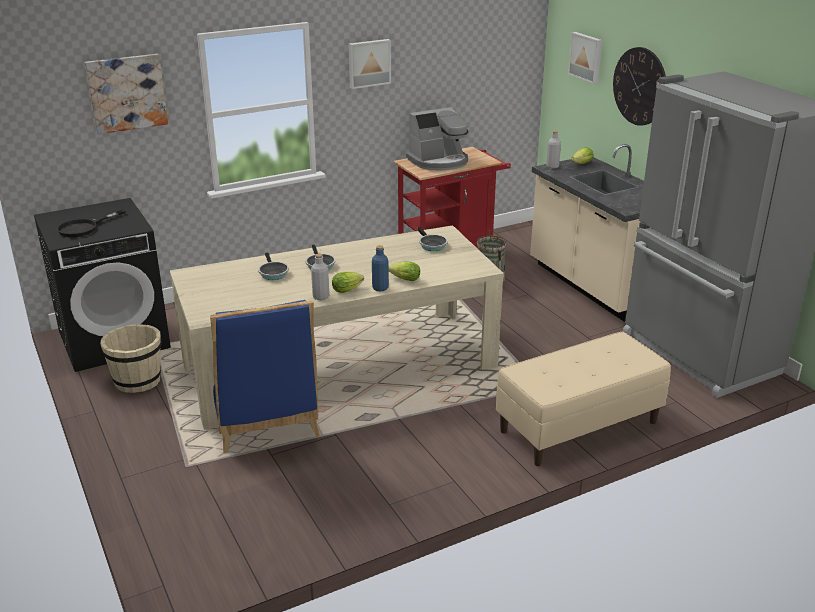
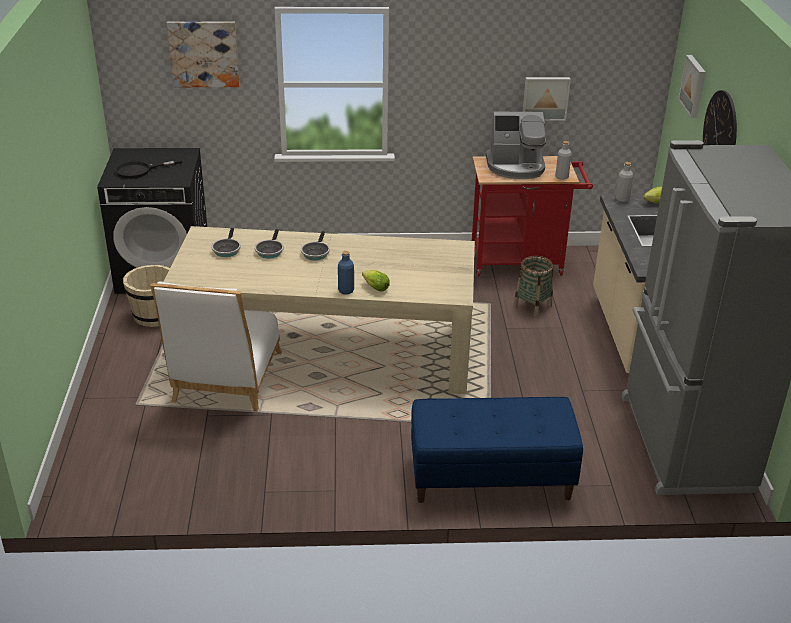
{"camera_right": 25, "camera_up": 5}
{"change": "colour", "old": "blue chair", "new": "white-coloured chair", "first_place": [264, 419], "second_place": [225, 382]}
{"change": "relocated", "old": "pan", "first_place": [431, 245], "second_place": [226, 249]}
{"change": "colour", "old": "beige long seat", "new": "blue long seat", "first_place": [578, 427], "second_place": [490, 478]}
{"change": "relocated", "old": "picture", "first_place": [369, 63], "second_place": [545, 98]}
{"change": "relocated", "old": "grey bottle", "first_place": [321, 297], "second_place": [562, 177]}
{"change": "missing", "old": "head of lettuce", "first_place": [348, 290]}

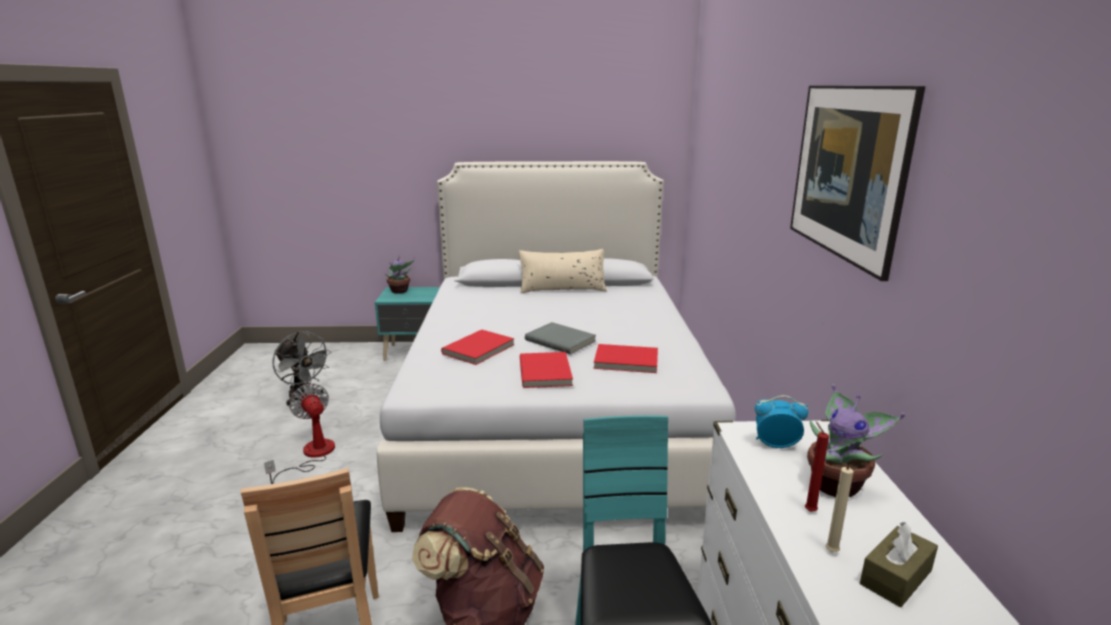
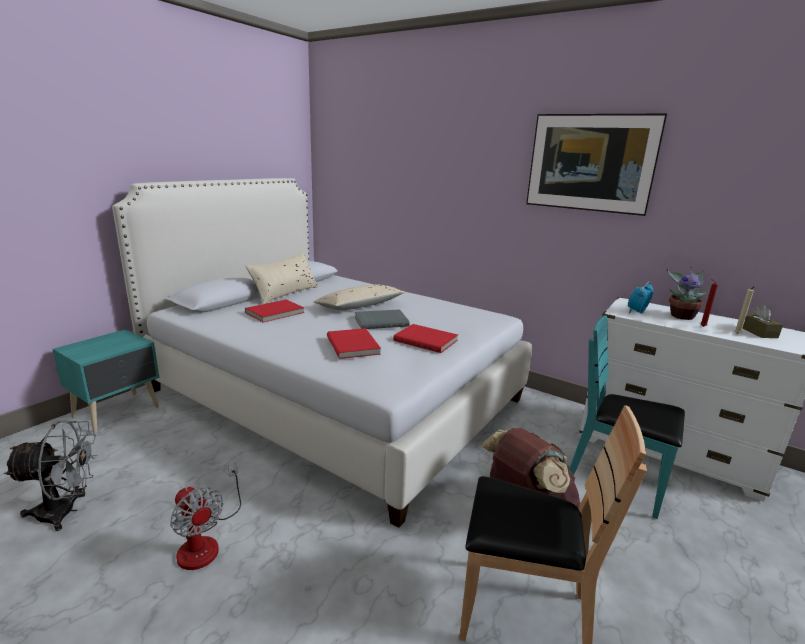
{"camera_right": -55, "camera_up": 0}
{"change": "spun", "old": "electric fan", "first_place": [311, 455], "second_place": [205, 541], "degrees": -135}
{"change": "relocated", "old": "red volume", "first_place": [626, 361], "second_place": [275, 313]}
{"change": "appeared", "new": "beige pillow", "second_place": [360, 306]}
{"change": "missing", "old": "potted plant", "first_place": [400, 291]}

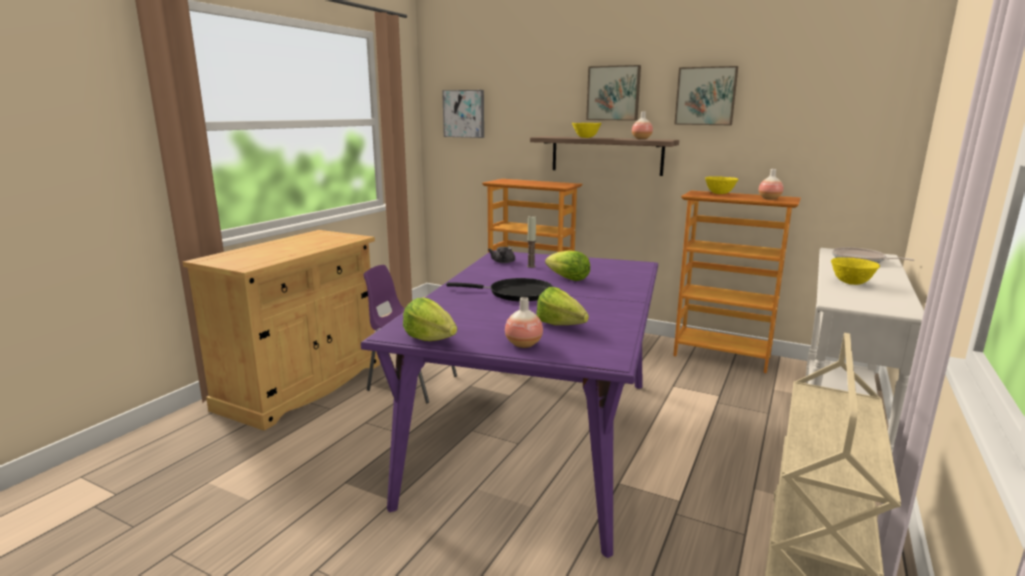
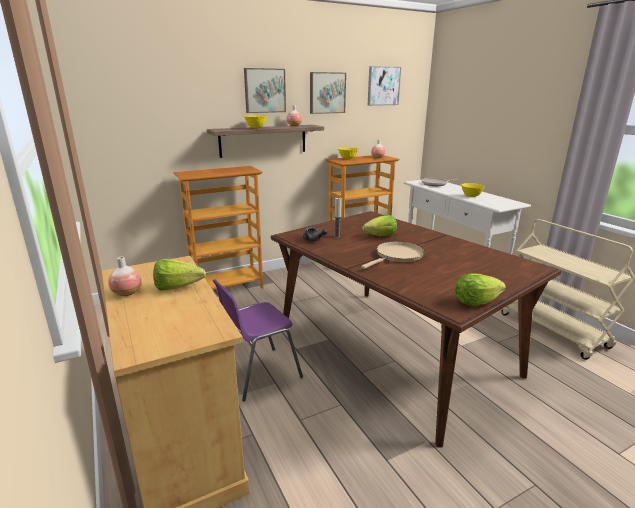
{"camera_right": -55, "camera_up": 5}
{"change": "relocated", "old": "vase", "first_place": [523, 344], "second_place": [127, 293]}
{"change": "relocated", "old": "head of lettuce", "first_place": [563, 327], "second_place": [181, 287]}
{"change": "colour", "old": "purple dining table", "new": "brown-coloured dining table", "first_place": [538, 438], "second_place": [394, 351]}
{"change": "colour", "old": "black-coloured pan", "new": "beige pan", "first_place": [516, 293], "second_place": [397, 256]}
{"change": "relocated", "old": "picture", "first_place": [464, 113], "second_place": [383, 86]}

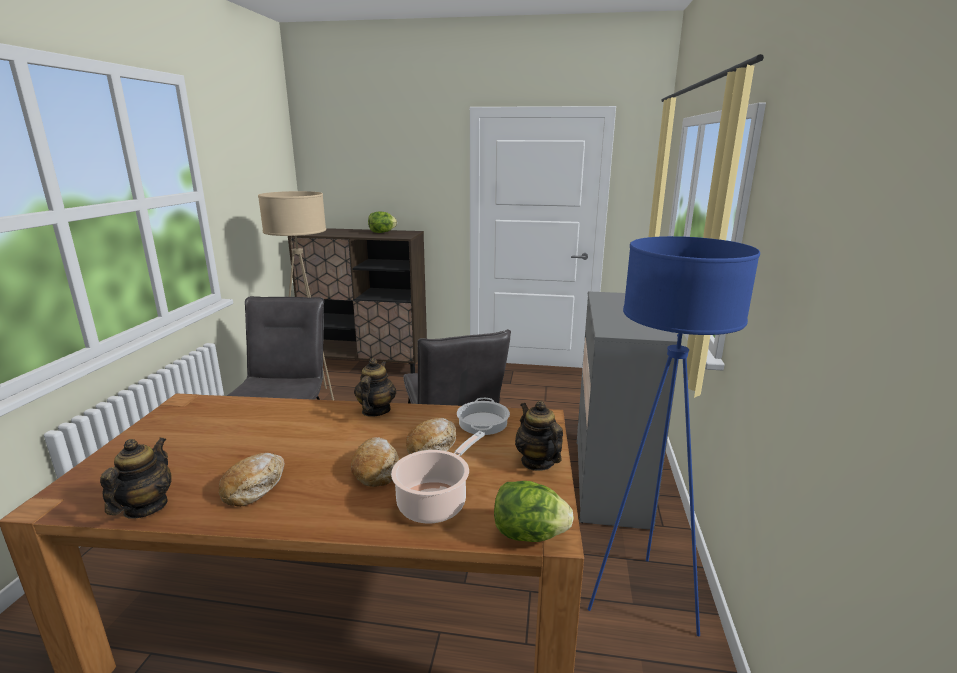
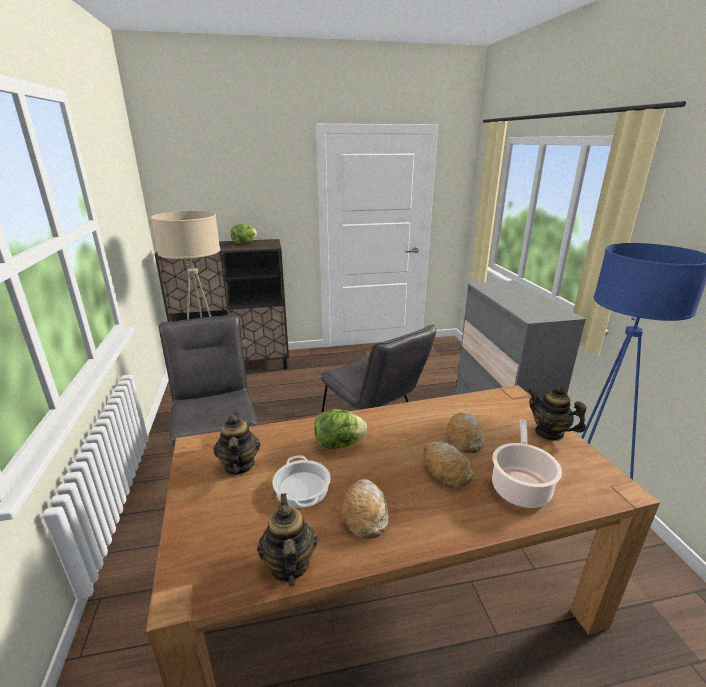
{"camera_right": -20, "camera_up": 5}
{"change": "relocated", "old": "teapot", "first_place": [375, 410], "second_place": [239, 465]}
{"change": "relocated", "old": "stockpot", "first_place": [483, 423], "second_place": [302, 488]}
{"change": "relocated", "old": "head of lettuce", "first_place": [529, 534], "second_place": [338, 444]}

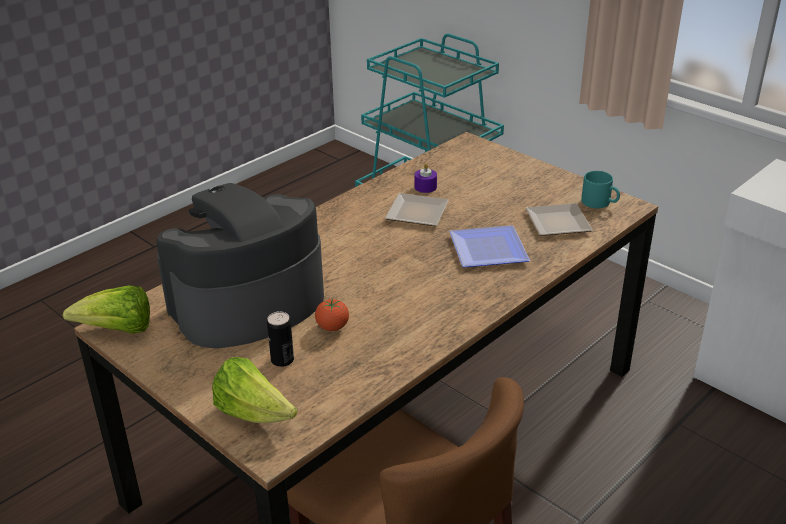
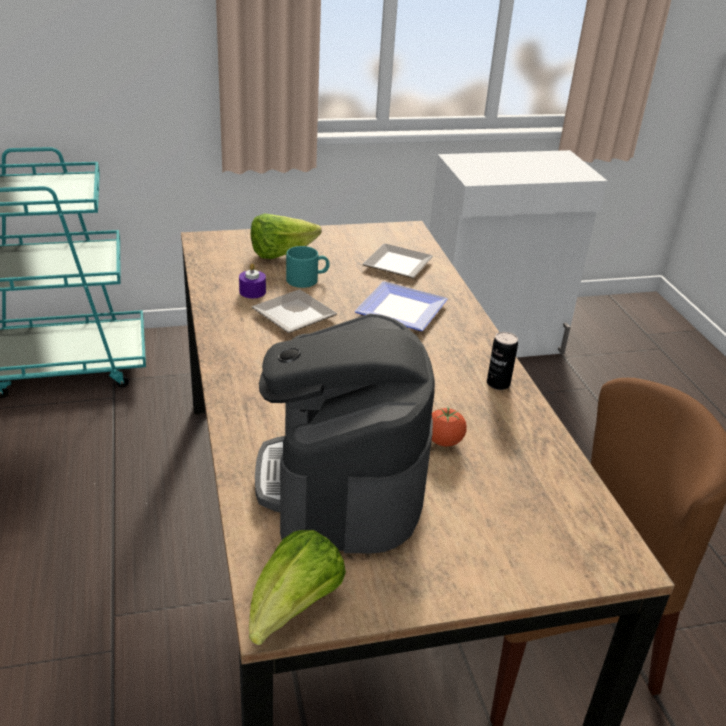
{"camera_right": -60, "camera_up": 0}
{"change": "relocated", "old": "head of lettuce", "first_place": [253, 413], "second_place": [281, 254]}
{"change": "relocated", "old": "turquoise tea mug", "first_place": [600, 203], "second_place": [307, 279]}
{"change": "relocated", "old": "can", "first_place": [282, 360], "second_place": [498, 384]}

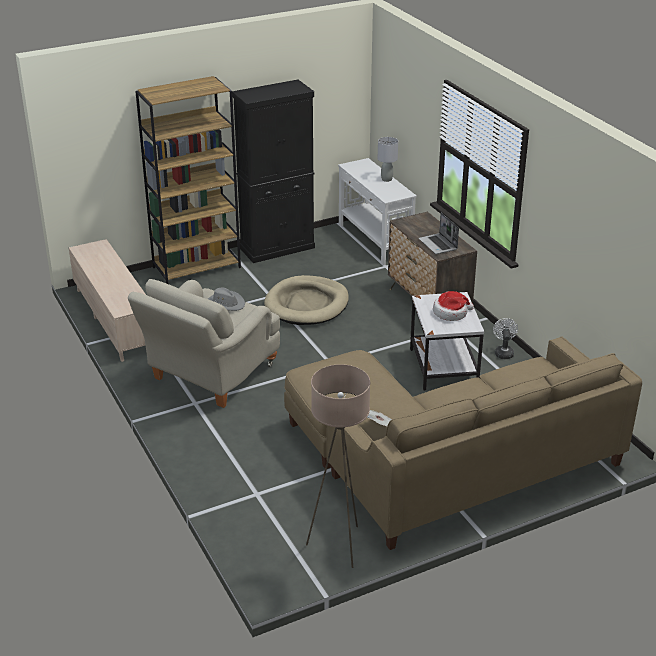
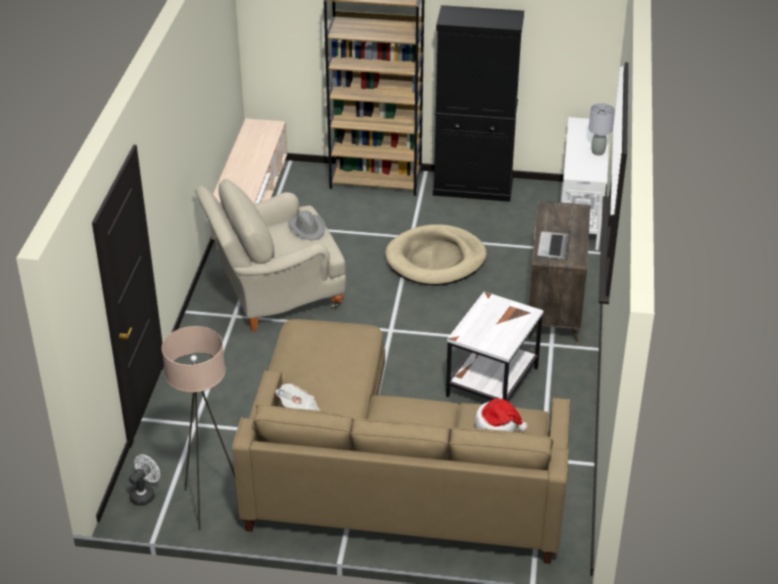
{"camera_right": 35, "camera_up": 5}
{"change": "relocated", "old": "white-coloured electric fan", "first_place": [503, 352], "second_place": [145, 494]}
{"change": "relocated", "old": "clothing hat", "first_place": [451, 313], "second_place": [497, 425]}

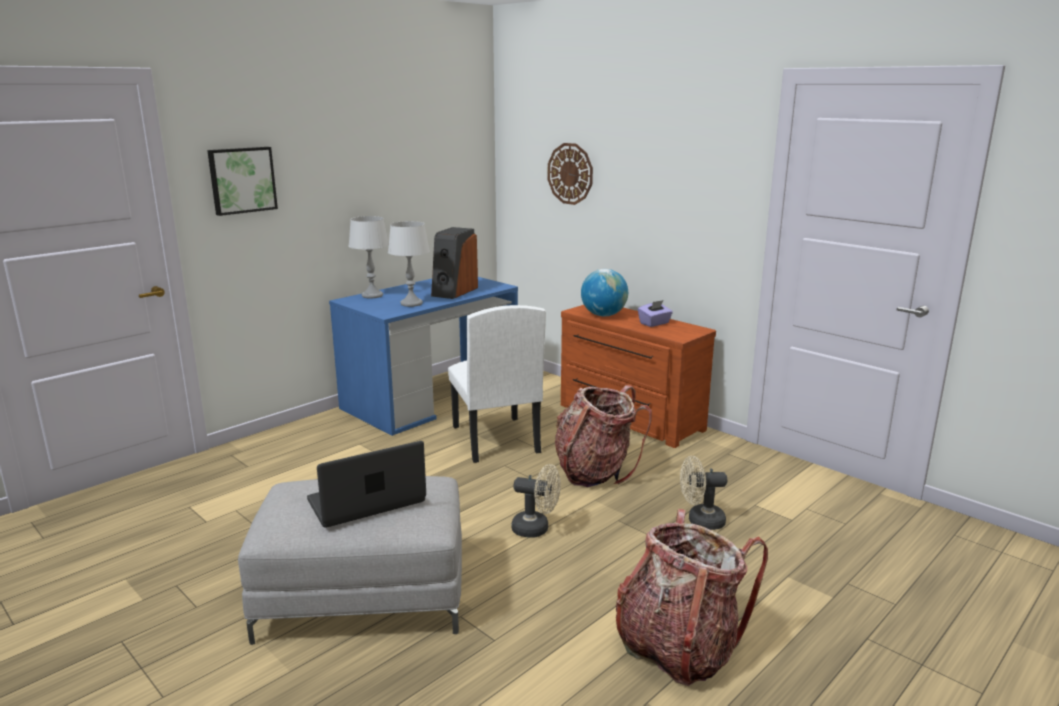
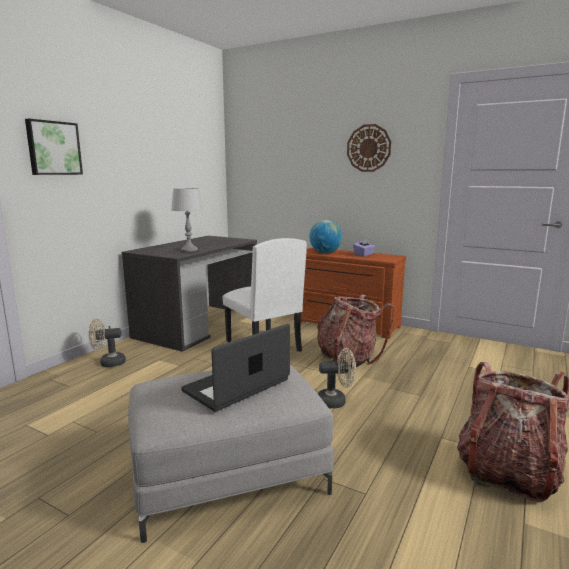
{"camera_right": -15, "camera_up": -5}
{"change": "relocated", "old": "beige electric fan", "first_place": [700, 521], "second_place": [108, 363]}
{"change": "colour", "old": "blue desk table", "new": "grey desk table", "first_place": [431, 398], "second_place": [198, 325]}
{"change": "relocated", "old": "hanging clock", "first_place": [570, 173], "second_place": [368, 148]}
{"change": "missing", "old": "grey tabletop lamp", "first_place": [372, 295]}
{"change": "missing", "old": "loudspeaker", "first_place": [454, 291]}

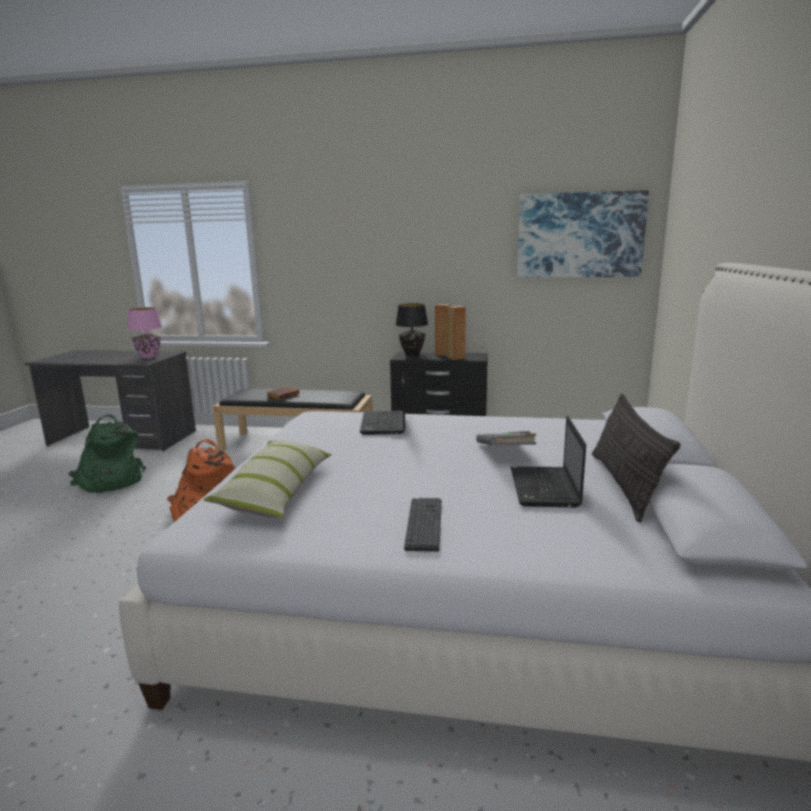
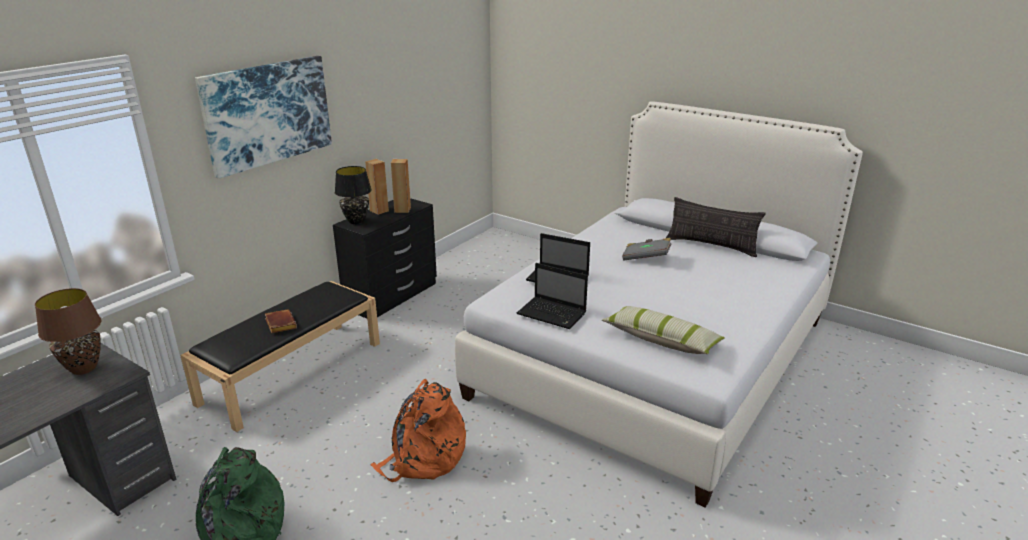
{"camera_right": -65, "camera_up": 10}
{"change": "colour", "old": "pink-coloured tabletop lamp", "new": "brown-coloured tabletop lamp", "first_place": [149, 357], "second_place": [84, 368]}
{"change": "relocated", "old": "picture", "first_place": [579, 235], "second_place": [268, 113]}
{"change": "relocated", "old": "notebook computer", "first_place": [545, 488], "second_place": [553, 314]}
{"change": "missing", "old": "keyboard", "first_place": [424, 524]}

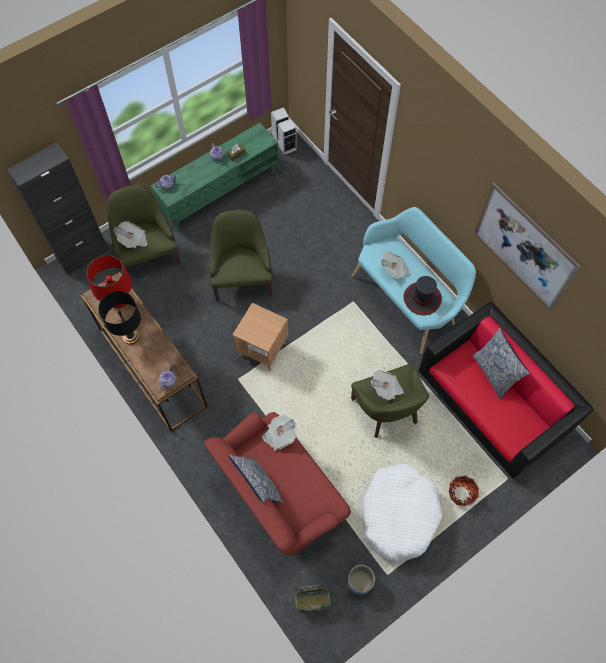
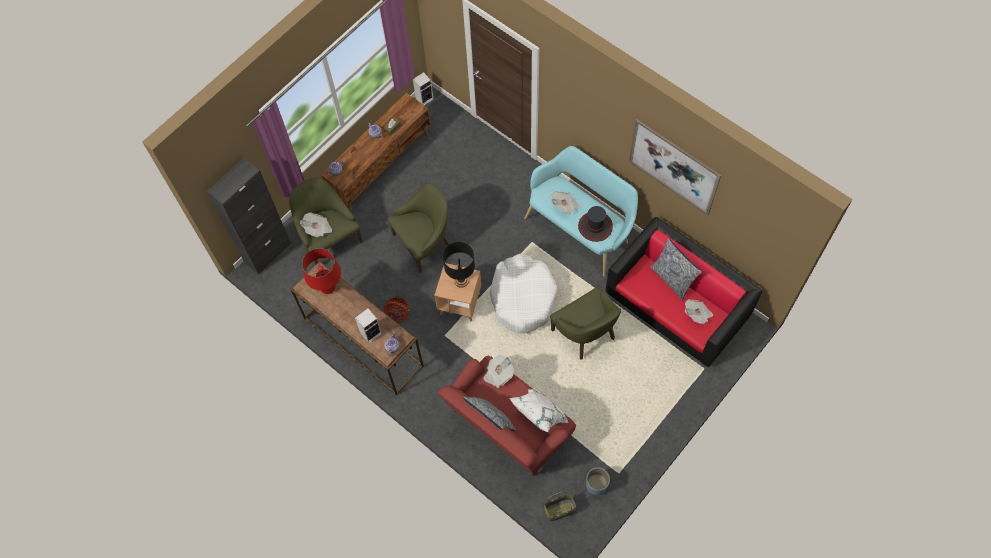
{"camera_right": -10, "camera_up": 0}
{"change": "colour", "old": "greenish tv stand", "new": "brown-coloured tv stand", "first_place": [220, 191], "second_place": [380, 164]}
{"change": "relocated", "old": "loudspeaker", "first_place": [288, 147], "second_place": [371, 332]}
{"change": "relocated", "old": "storage basket", "first_place": [461, 493], "second_place": [397, 312]}
{"change": "spun", "old": "greenish easy chair", "first_place": [242, 278], "second_place": [424, 242], "degrees": 75}
{"change": "relocated", "old": "black-coloured tabletop lamp", "first_place": [131, 337], "second_place": [461, 281]}
{"change": "relocated", "old": "white-coloured dog bed", "first_place": [398, 514], "second_place": [522, 298]}
{"change": "appeared", "new": "white-coloured pillow", "second_place": [539, 416]}
{"change": "relocated", "old": "newspaper", "first_place": [386, 388], "second_place": [697, 314]}

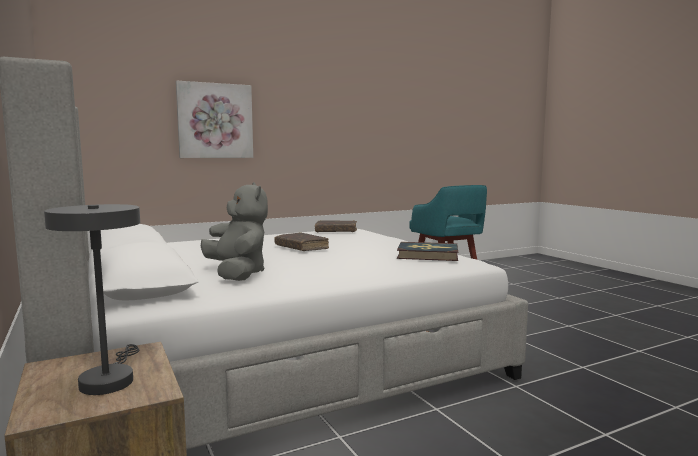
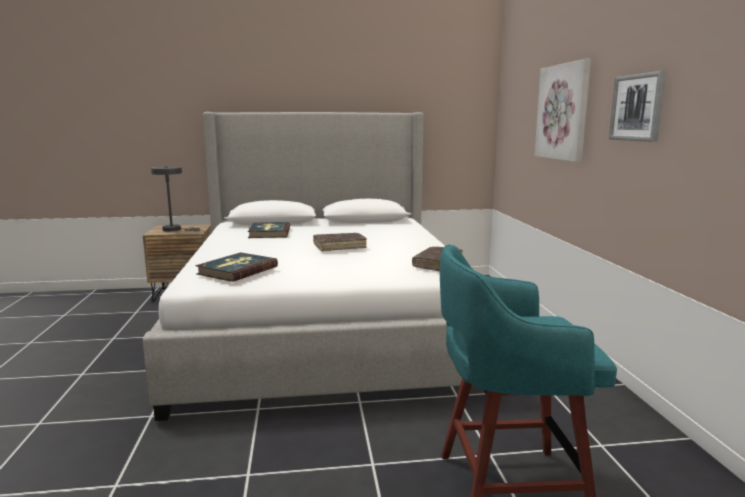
{"camera_right": 110, "camera_up": 5}
{"change": "exchanged", "old": "grey soft toy", "new": "volume", "first_place": [237, 274], "second_place": [269, 233]}
{"change": "appeared", "new": "picture", "second_place": [637, 107]}

